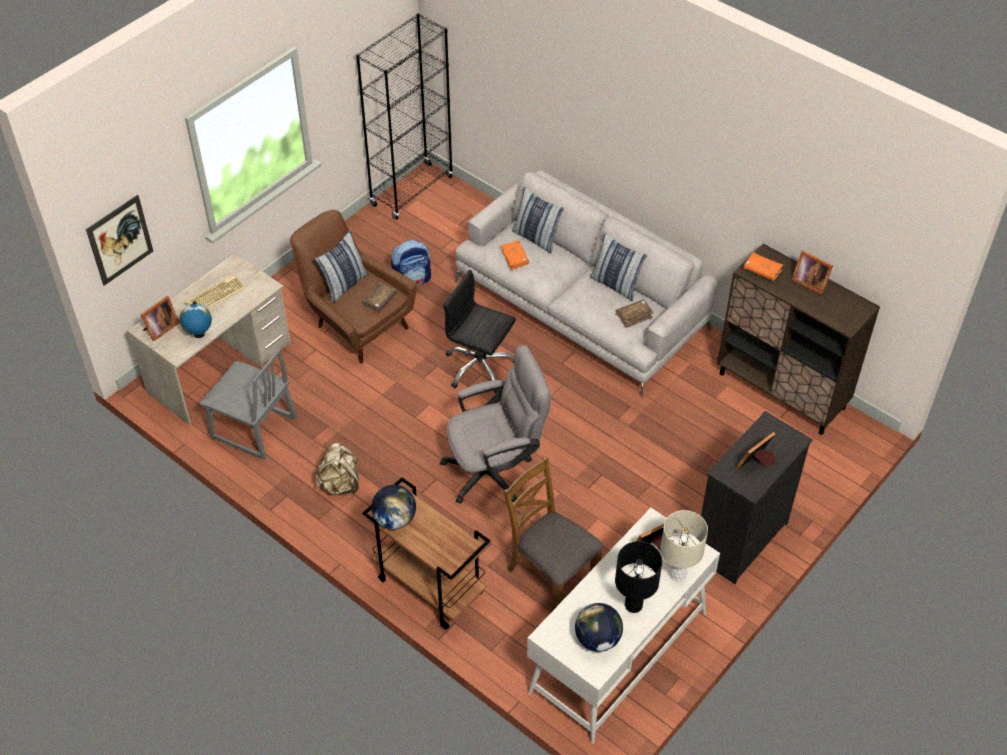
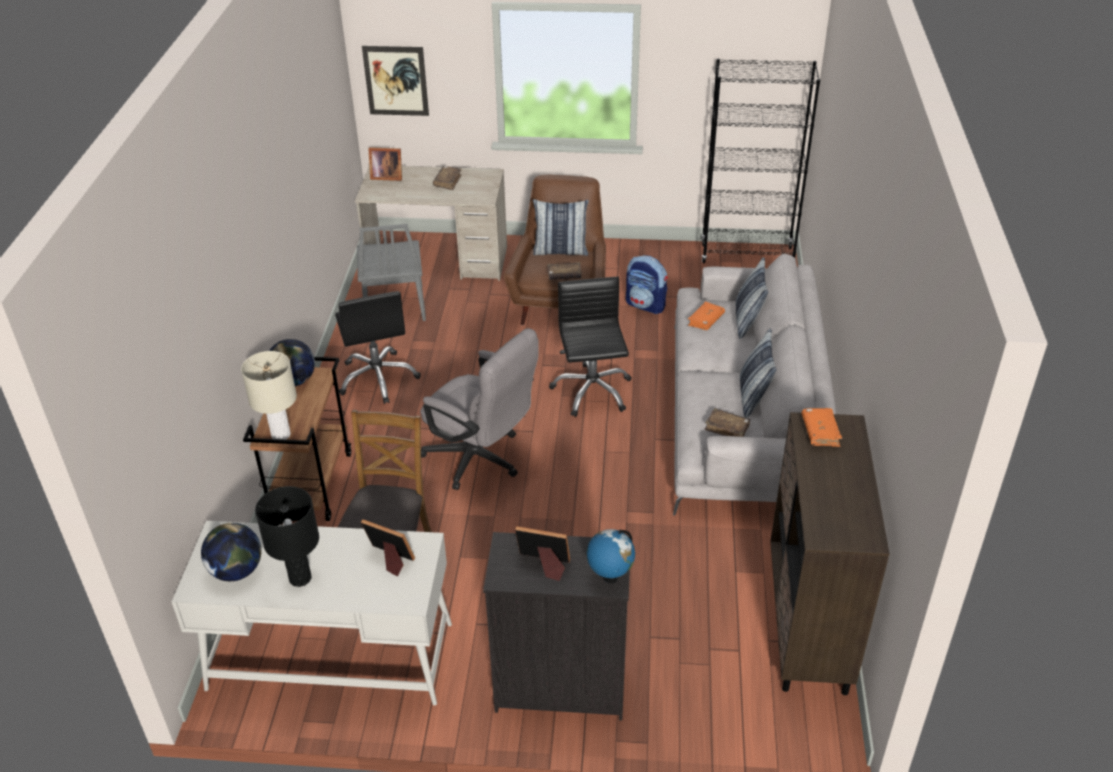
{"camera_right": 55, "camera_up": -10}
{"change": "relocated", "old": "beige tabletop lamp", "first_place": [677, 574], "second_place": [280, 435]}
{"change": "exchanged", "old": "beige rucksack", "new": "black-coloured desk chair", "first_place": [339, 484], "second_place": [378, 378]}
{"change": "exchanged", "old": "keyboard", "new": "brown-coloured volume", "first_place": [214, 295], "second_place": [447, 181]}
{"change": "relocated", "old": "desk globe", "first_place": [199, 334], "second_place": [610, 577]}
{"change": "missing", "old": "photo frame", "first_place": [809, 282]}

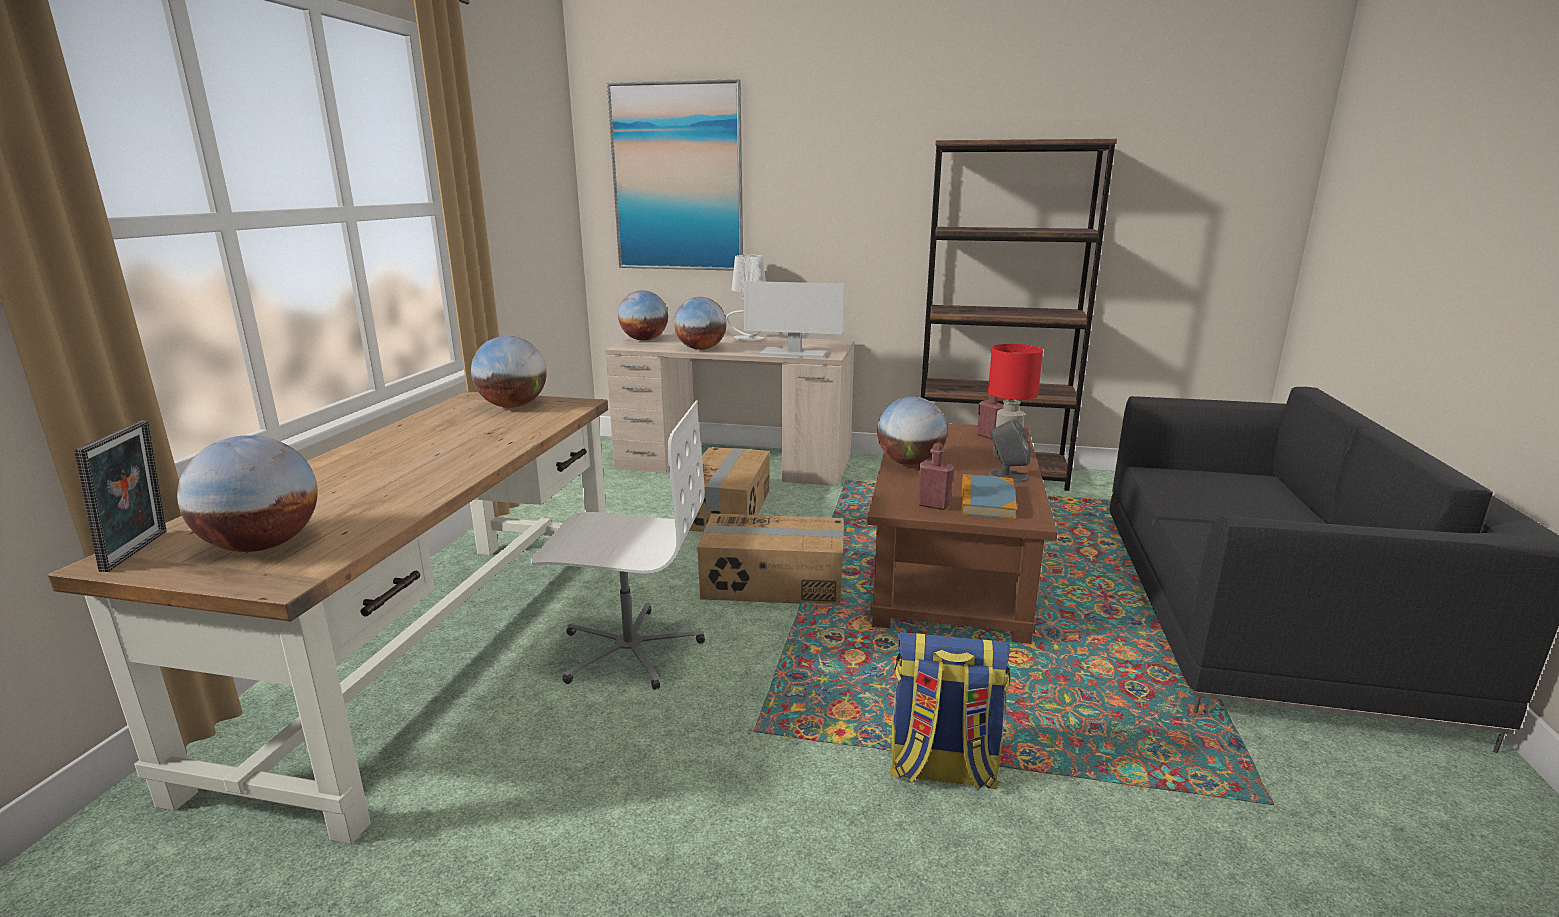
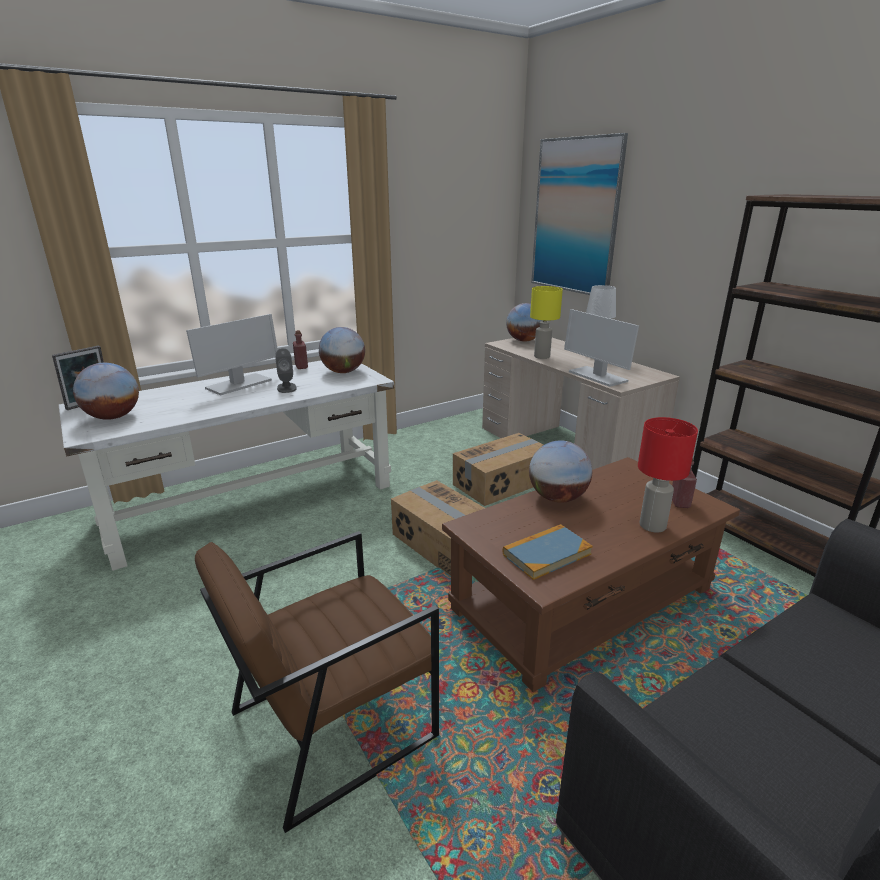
{"camera_right": 45, "camera_up": 5}
{"change": "colour", "old": "brown-coloured desk table", "new": "white-coloured desk table", "first_place": [438, 652], "second_place": [253, 500]}
{"change": "appeared", "new": "monitor", "second_place": [238, 385]}
{"change": "exchanged", "old": "rucksack", "new": "brown-coloured easy chair", "first_place": [942, 769], "second_place": [332, 723]}
{"change": "relocated", "old": "grey loudspeaker", "first_place": [1007, 476], "second_place": [286, 388]}
{"change": "relocated", "old": "red bottle", "first_place": [933, 505], "second_place": [301, 366]}
{"change": "exchanged", "old": "desk globe", "new": "yellow tabletop lamp", "first_place": [701, 349], "second_place": [542, 356]}
{"change": "missing", "old": "white-coloured desk chair", "first_place": [629, 650]}

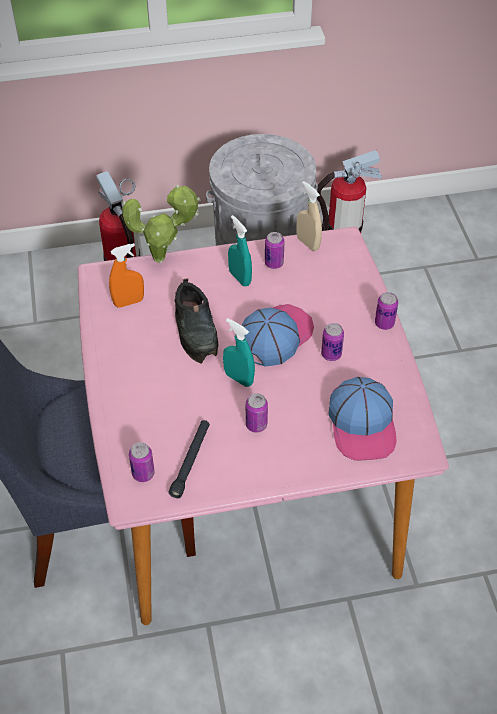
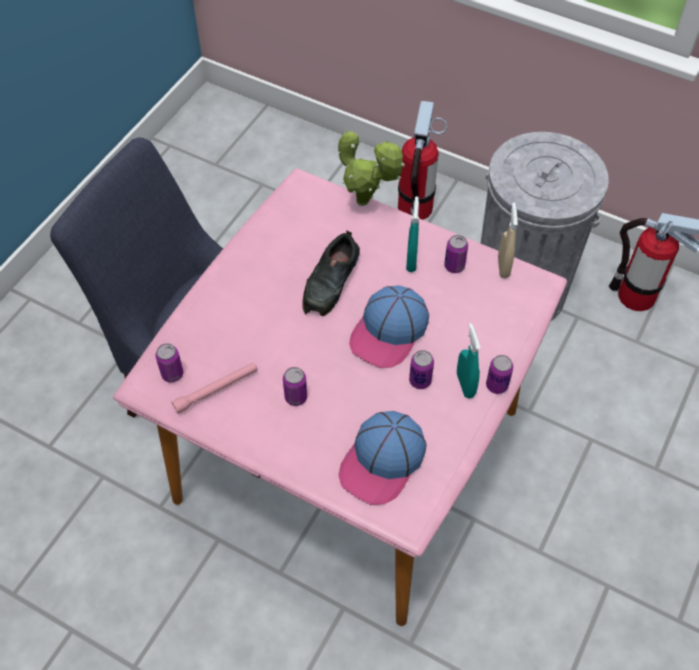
{"camera_right": 40, "camera_up": 5}
{"change": "colour", "old": "black-coloured torch", "new": "pink-coloured torch", "first_place": [190, 461], "second_place": [216, 390]}
{"change": "spun", "old": "peaked cap", "first_place": [275, 336], "second_place": [389, 332], "degrees": 135}
{"change": "relocated", "old": "turquoise hand sprayer", "first_place": [238, 378], "second_place": [465, 385]}
{"change": "missing", "old": "orange hand sprayer", "first_place": [129, 302]}

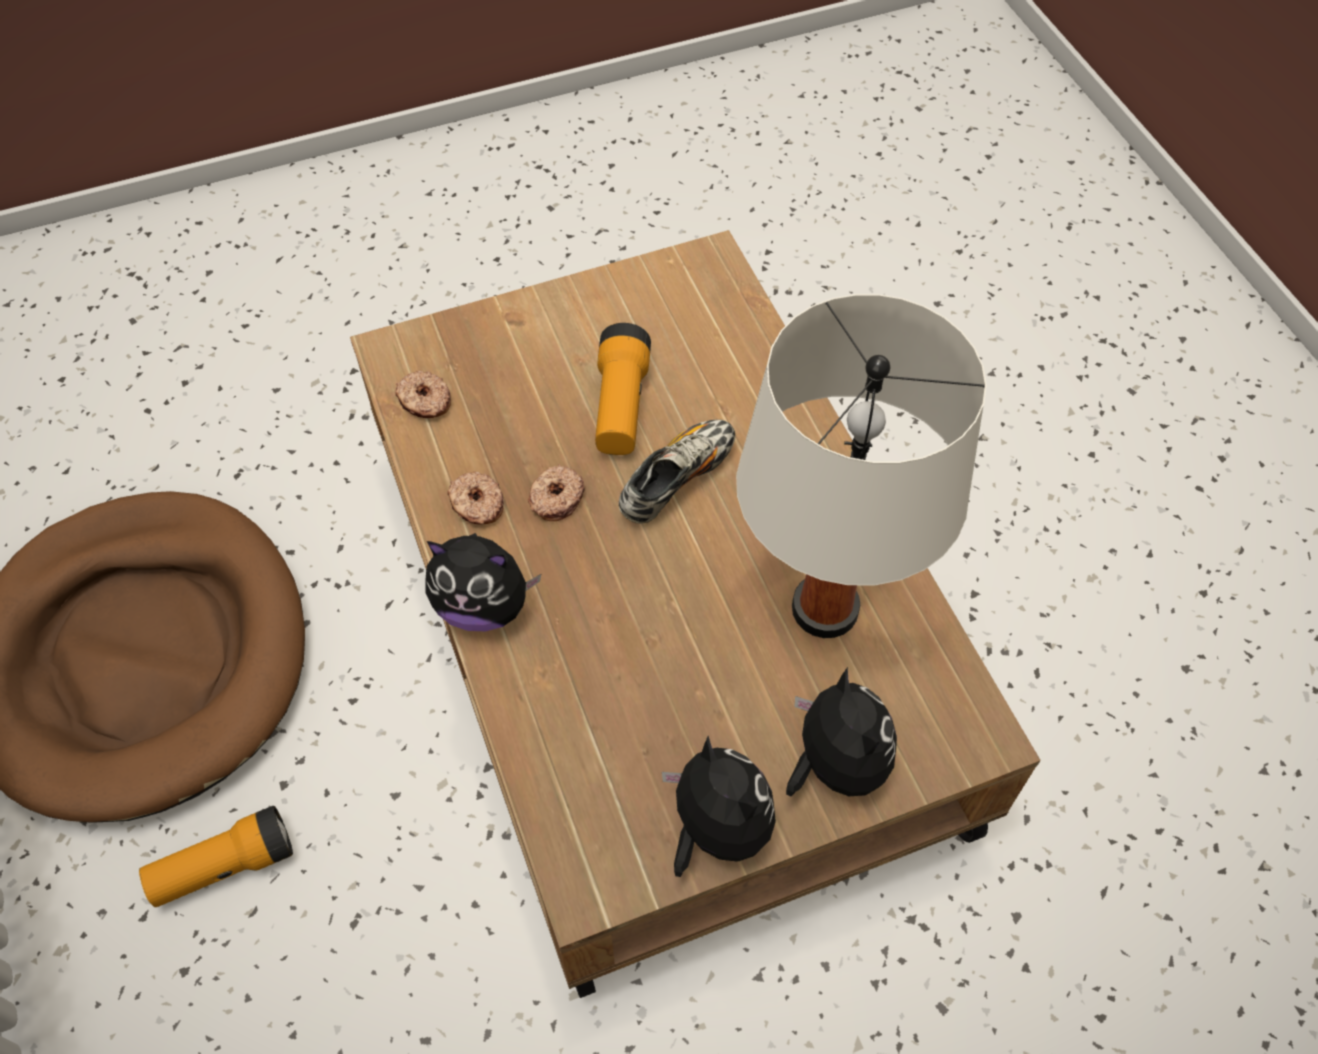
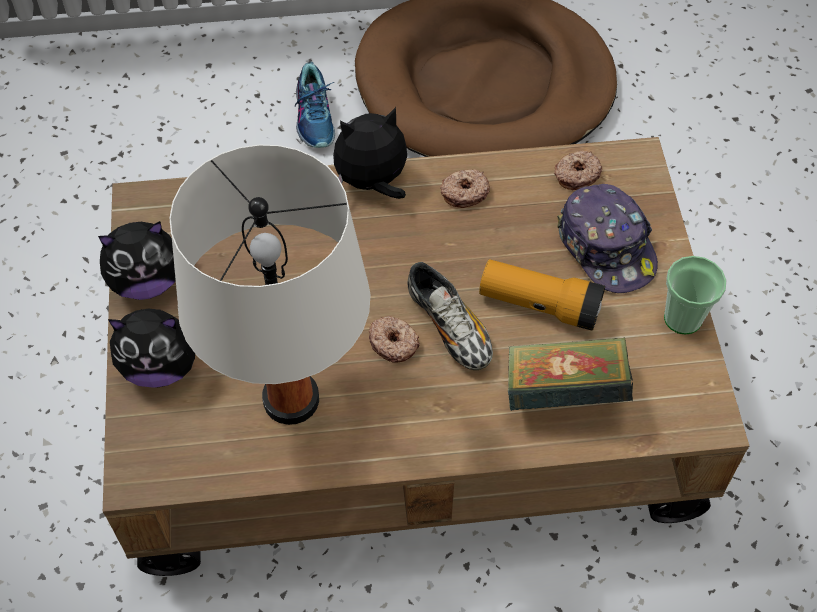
{"camera_right": 105, "camera_up": 0}
{"change": "exchanged", "old": "torch", "new": "low shoe", "first_place": [224, 867], "second_place": [315, 117]}
{"change": "spun", "old": "soft toy", "first_place": [483, 606], "second_place": [372, 183], "degrees": 45}
{"change": "relocated", "old": "ring doughnut", "first_place": [556, 498], "second_place": [393, 343]}
{"change": "appeared", "new": "volume", "second_place": [564, 393]}
{"change": "appeared", "new": "peaked cap", "second_place": [606, 247]}
{"change": "appeared", "new": "small cup", "second_place": [682, 318]}

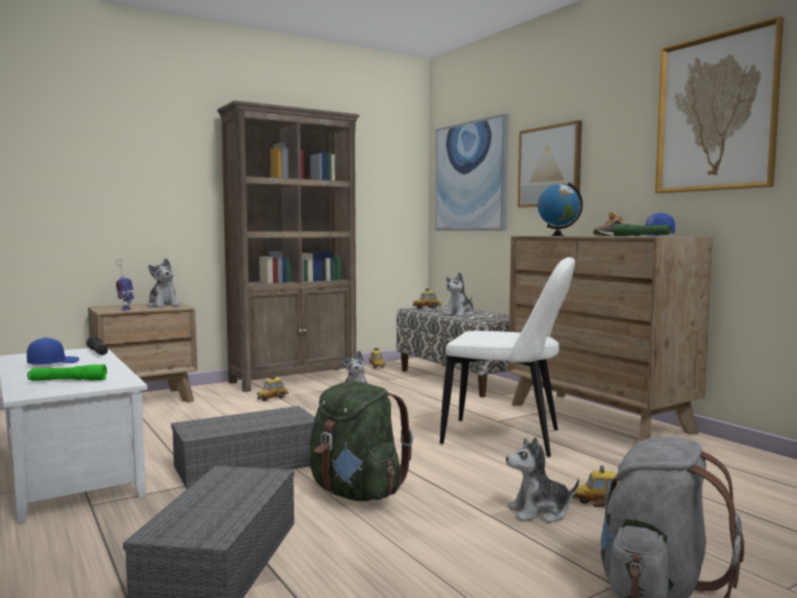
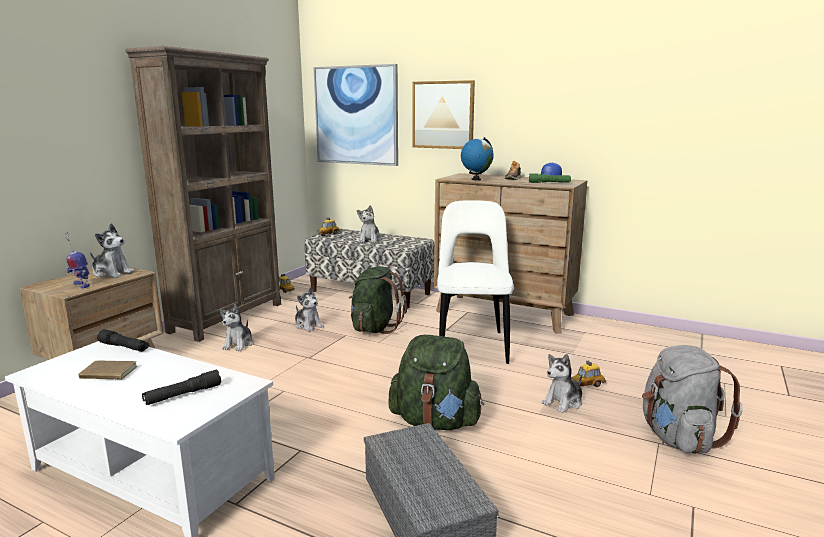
{"camera_right": -30, "camera_up": 10}
{"change": "exchanged", "old": "blue peaked cap", "new": "brown-coloured volume", "first_place": [53, 363], "second_place": [107, 374]}
{"change": "colour", "old": "greenish torch", "new": "black-coloured torch", "first_place": [68, 381], "second_place": [183, 395]}
{"change": "exchanged", "old": "toy car", "new": "soft toy", "first_place": [272, 399], "second_place": [238, 344]}
{"change": "appeared", "new": "greenish rucksack", "second_place": [375, 328]}
{"change": "spun", "old": "white-coloured chair", "first_place": [507, 438], "second_place": [472, 344], "degrees": -75}
{"change": "missing", "old": "grey storage container", "first_place": [249, 464]}
{"change": "missing", "old": "picture", "first_place": [716, 113]}

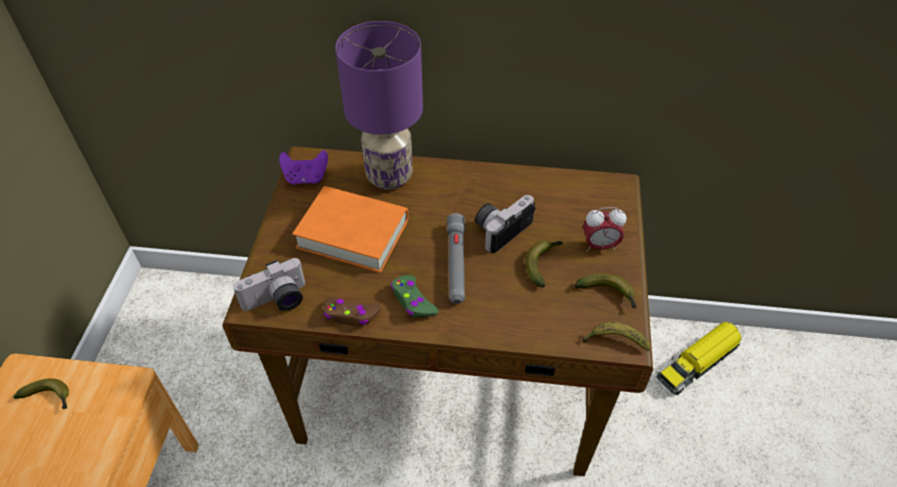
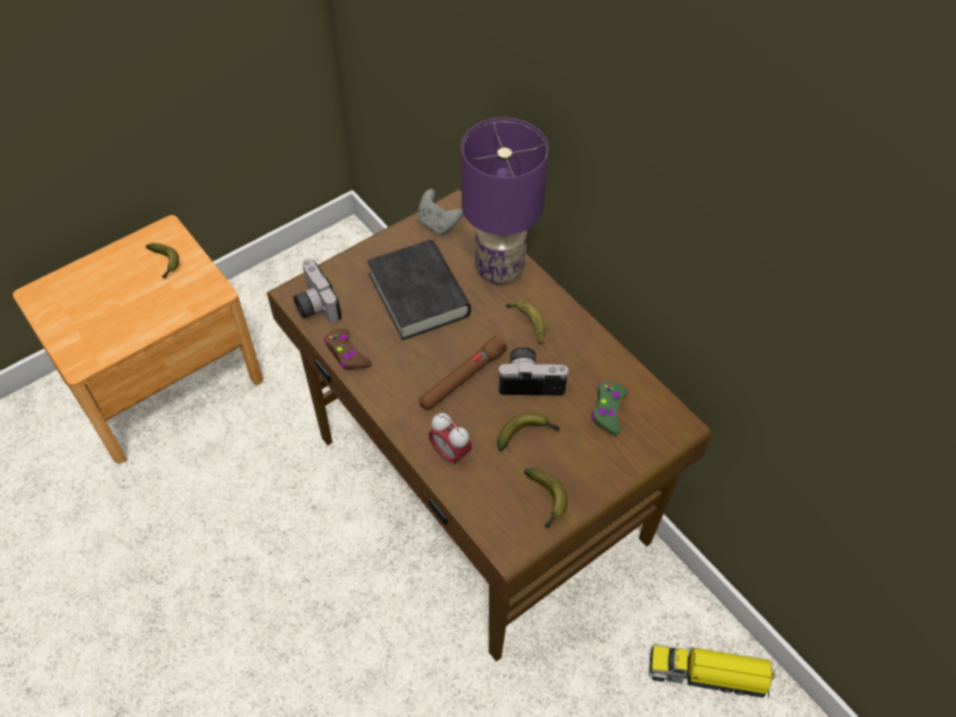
{"camera_right": 45, "camera_up": 5}
{"change": "spun", "old": "photo camera", "first_place": [277, 301], "second_place": [313, 304], "degrees": 45}
{"change": "colour", "old": "orange volume", "new": "black-coloured volume", "first_place": [353, 234], "second_place": [419, 295]}
{"change": "colour", "old": "purple joypad", "new": "grey joypad", "first_place": [306, 178], "second_place": [438, 224]}
{"change": "colour", "old": "grey torch", "new": "brown-coloured torch", "first_place": [456, 264], "second_place": [462, 378]}
{"change": "relocated", "old": "alarm clock", "first_place": [599, 246], "second_place": [450, 453]}
{"change": "relocated", "old": "banana", "first_place": [614, 341], "second_place": [528, 323]}
{"change": "relocated", "old": "greenish joypad", "first_place": [413, 301], "second_place": [608, 410]}

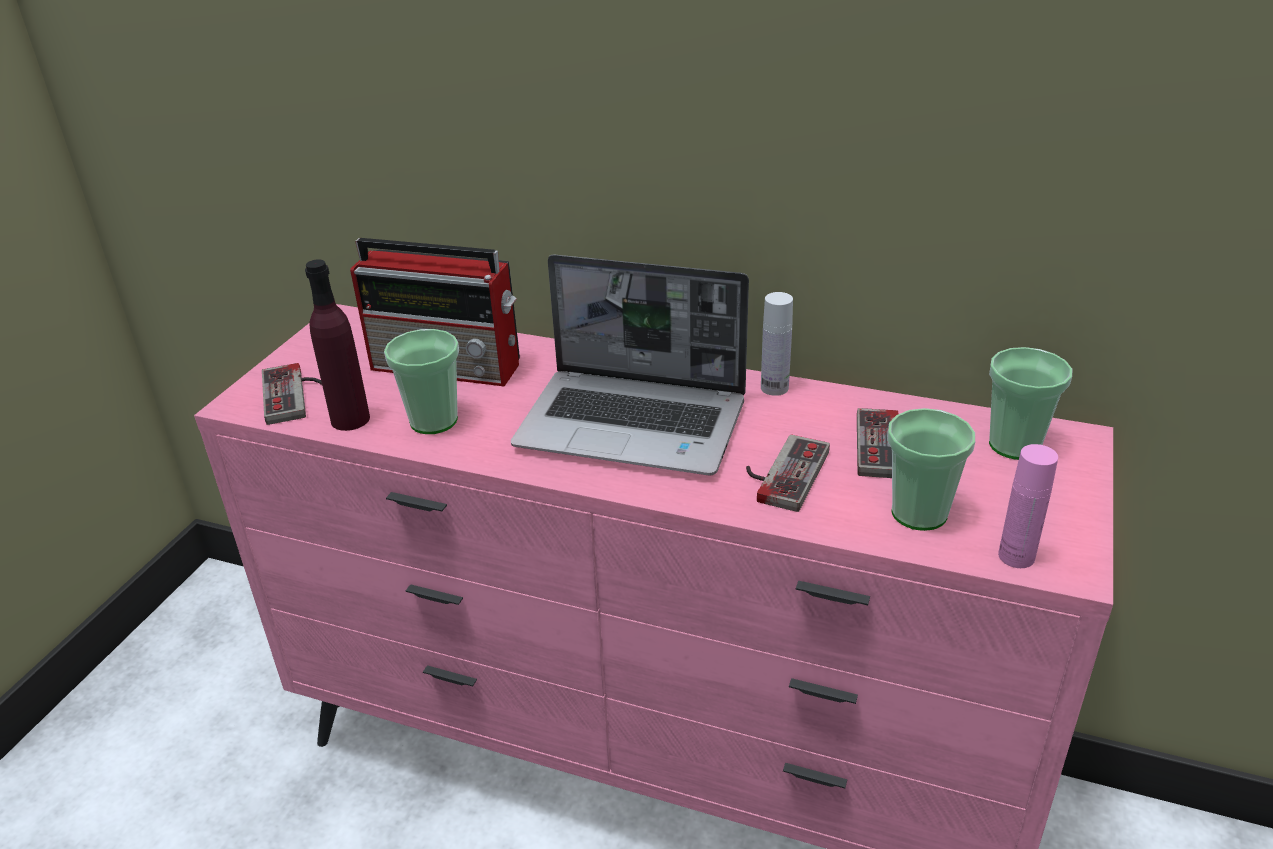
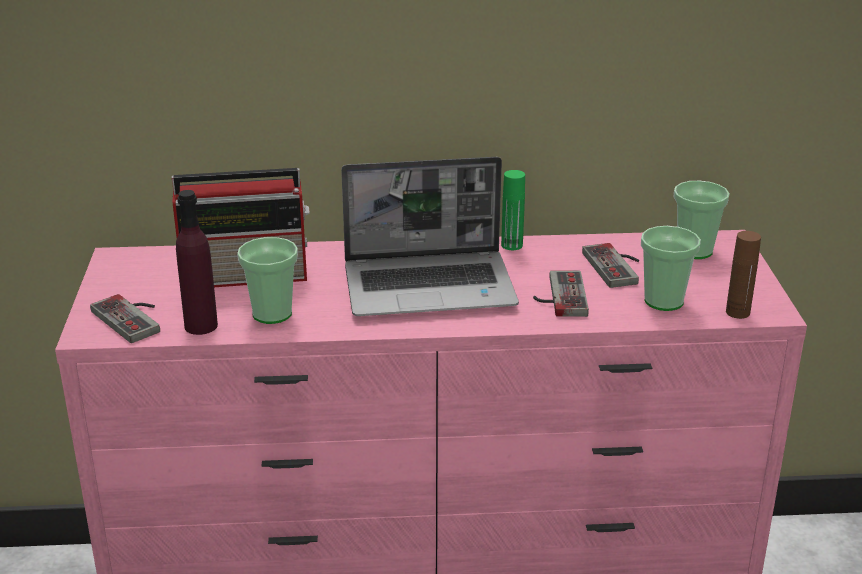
{"camera_right": -25, "camera_up": -5}
{"change": "colour", "old": "white-coloured bottle", "new": "greenish bottle", "first_place": [774, 388], "second_place": [512, 245]}
{"change": "colour", "old": "pink-coloured bottle", "new": "brown-coloured bottle", "first_place": [1016, 556], "second_place": [737, 312]}

